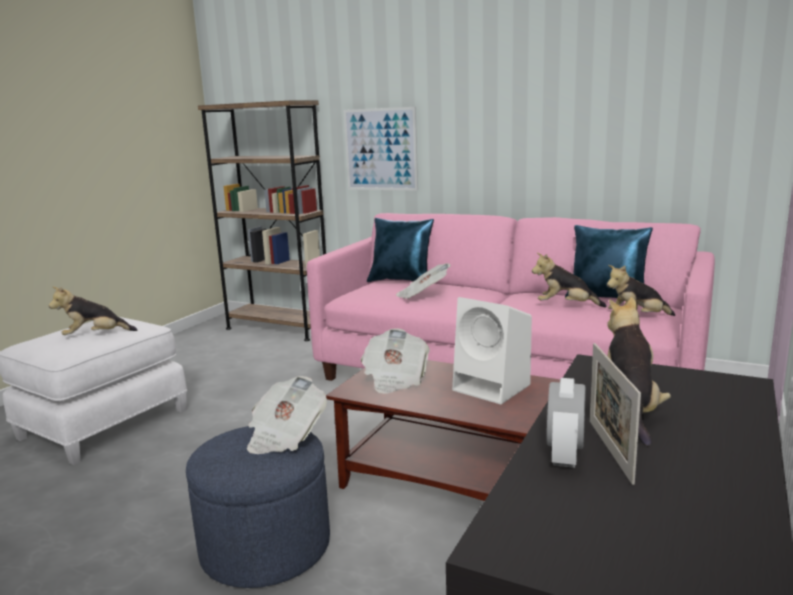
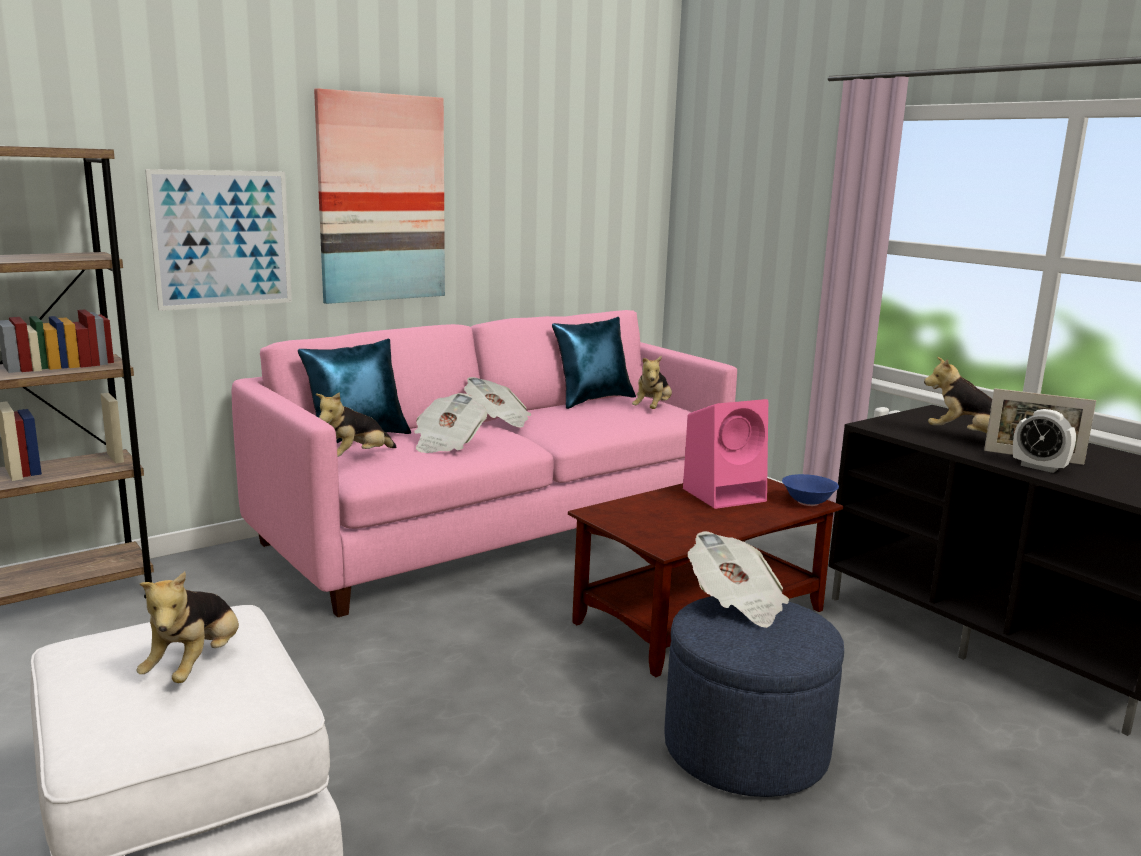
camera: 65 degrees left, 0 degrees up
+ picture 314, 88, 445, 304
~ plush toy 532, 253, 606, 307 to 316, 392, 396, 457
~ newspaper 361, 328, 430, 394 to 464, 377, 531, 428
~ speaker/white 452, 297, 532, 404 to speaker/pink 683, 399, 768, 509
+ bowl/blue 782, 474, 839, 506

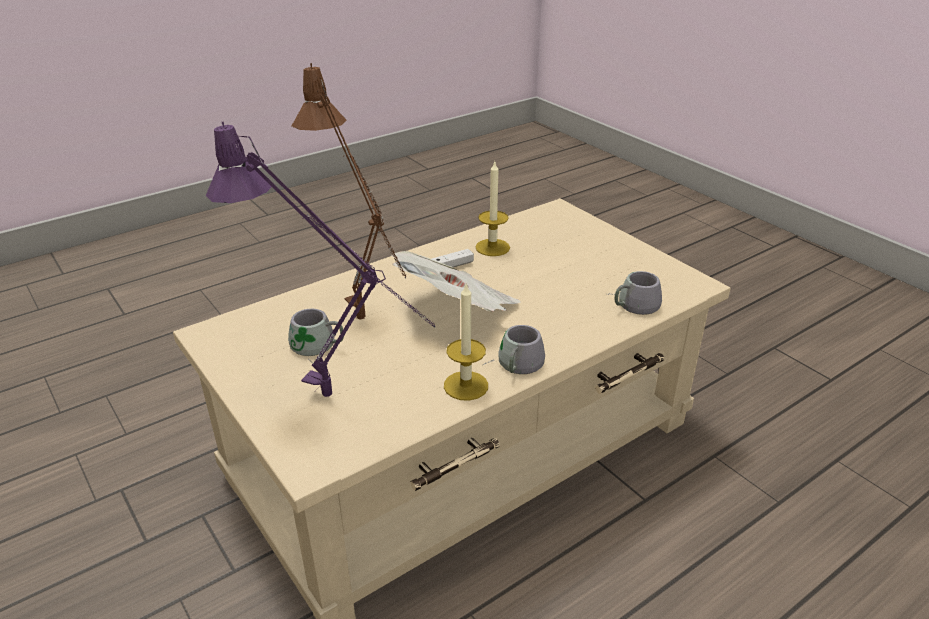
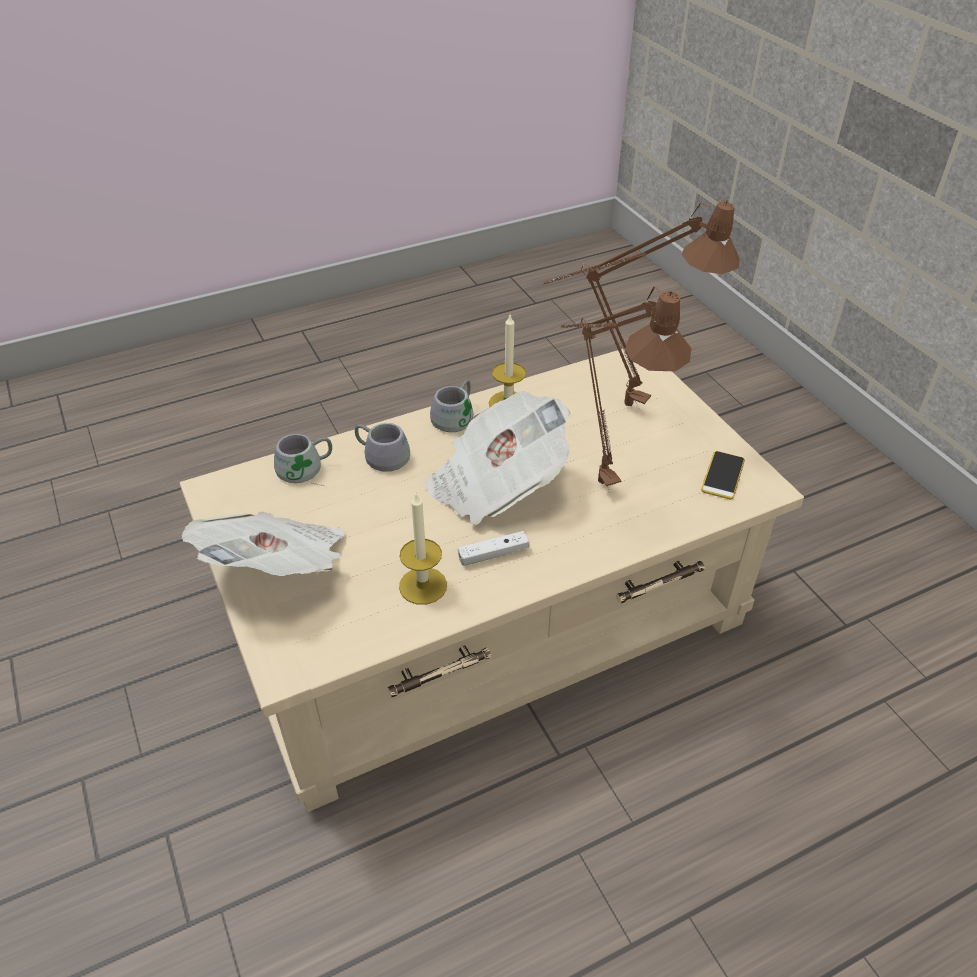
camera: 170 degrees left, 10 degrees up
+ newspaper 182, 512, 345, 576
~ mug/grey 288, 309, 344, 363 to 355, 423, 410, 472
~ table lamp/purple 206, 122, 436, 397 to table lamp/brown 543, 201, 739, 406
+ phone 701, 451, 745, 499

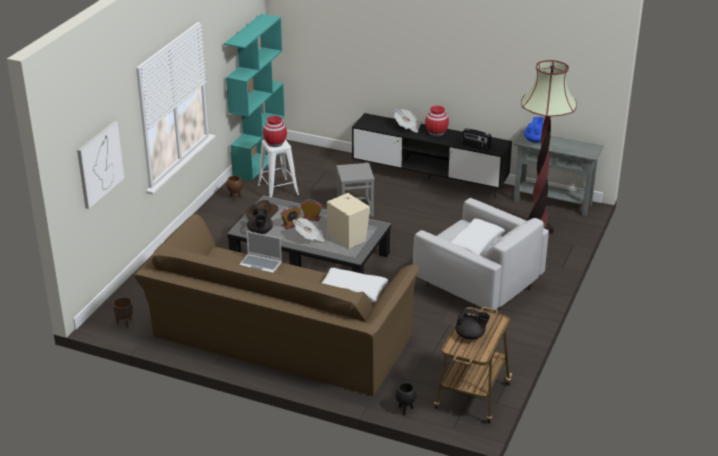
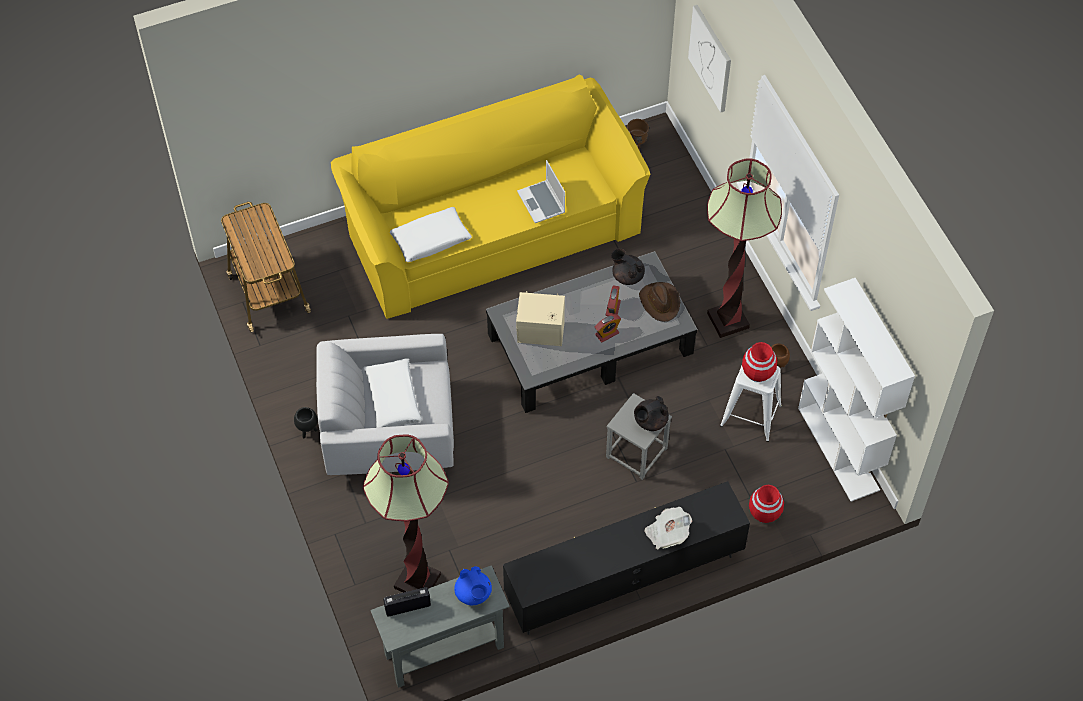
camera: 135 degrees right, 25 degrees up
~ planter/black 395, 383, 416, 415 to 294, 407, 318, 438
~ sofa/brown 134, 214, 419, 396 to sofa/yellow 331, 74, 650, 319
~ radio 462, 128, 491, 151 to 383, 587, 431, 617
~ laptop 239, 231, 282, 273 = 517, 160, 565, 223 90 degrees counterclockwise
~ teapot/black 455, 309, 490, 340 to 634, 396, 669, 431
+ floor lamp 707, 158, 782, 338
~ vase/red 425, 106, 449, 137 to 749, 485, 784, 523
~ bookcase/turquoise 224, 14, 285, 181 to bookcase/white 798, 278, 915, 502
- newspaper 293, 218, 324, 242

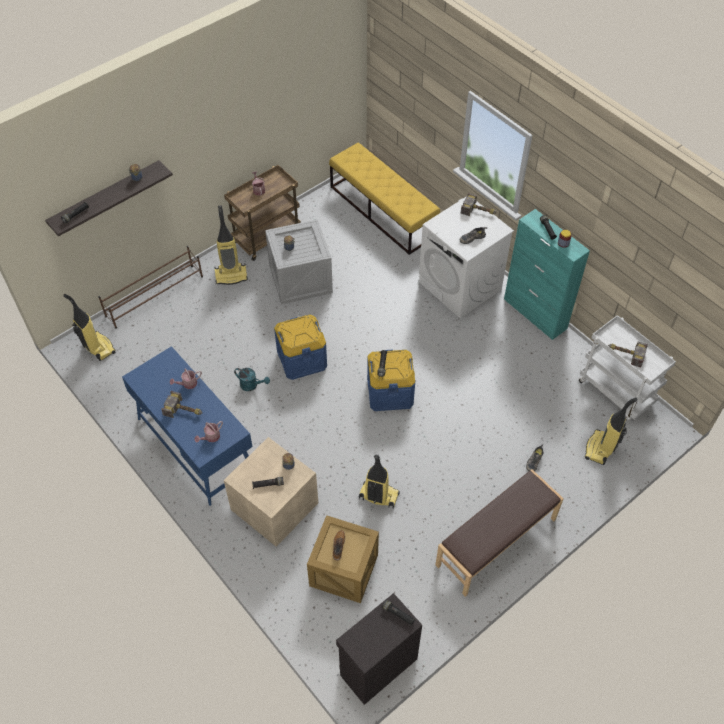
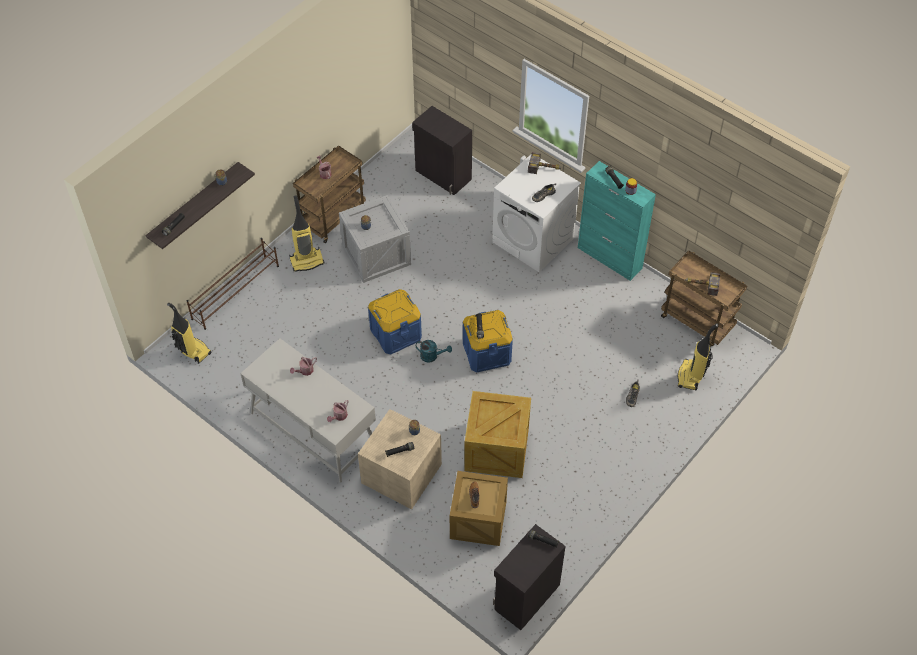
camera: 10 degrees left, 0 degrees up
~ desk/blue 122, 346, 253, 506 to desk/white 240, 338, 376, 483
~ bench/yellow 329, 143, 440, 255 to cabinet/black 412, 106, 472, 195
~ watering can/turquoise 234, 368, 270, 391 to 416, 340, 452, 363
~ vacuum cleaner 359, 455, 400, 509 to crate 464, 391, 531, 478
~ cart/white 579, 315, 676, 420 to cart/brown 661, 250, 747, 347
- hammer 161, 391, 202, 418
- bench/brown 435, 469, 564, 597

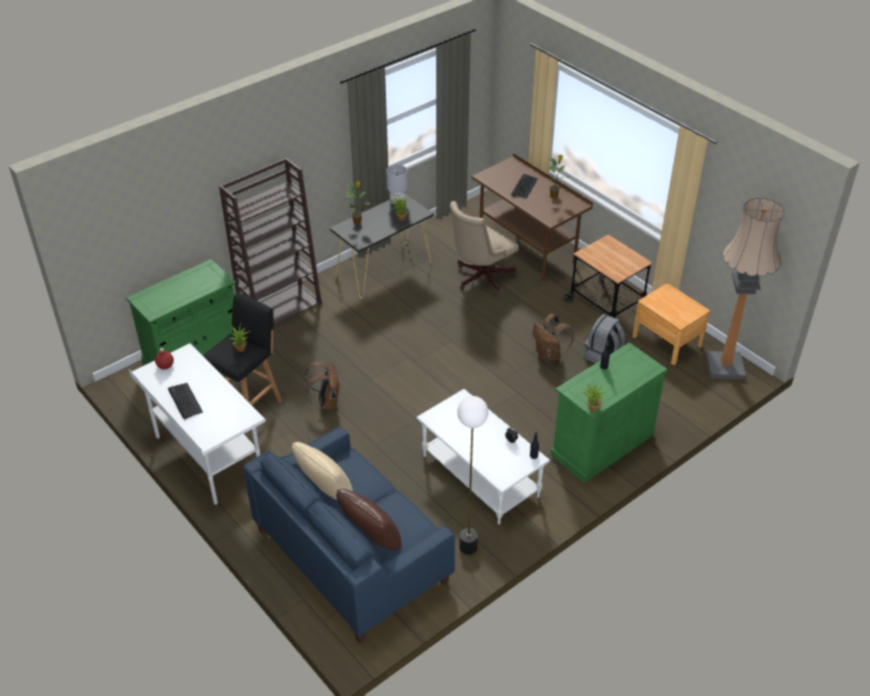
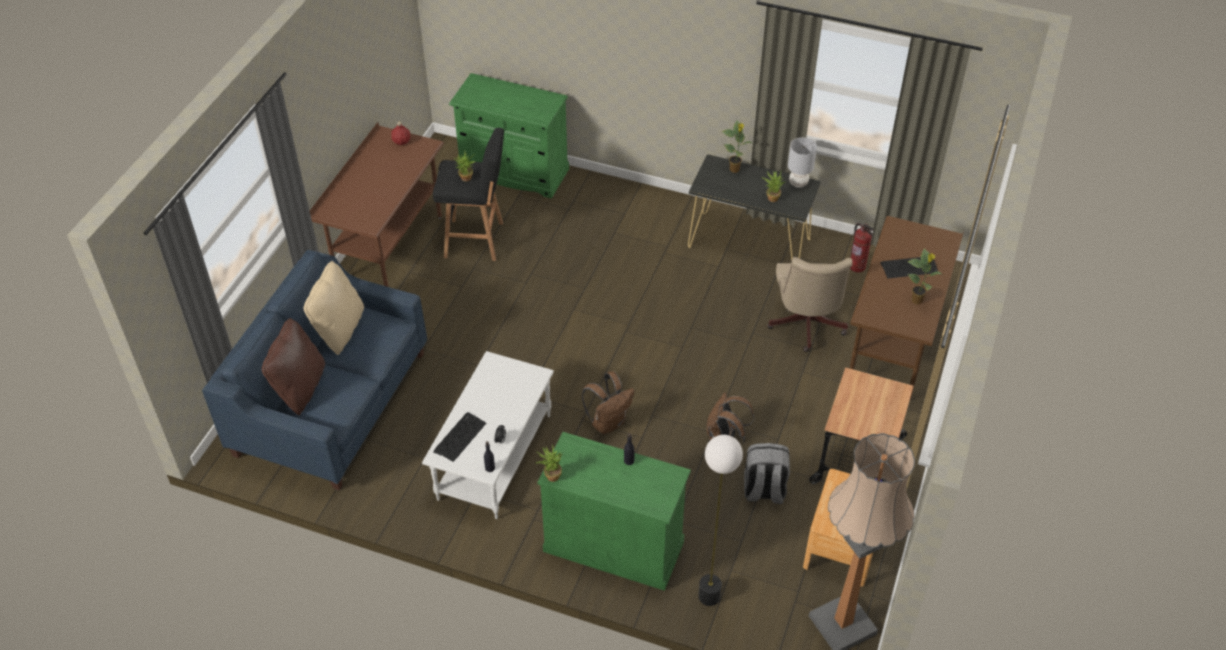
camera: 60 degrees right, 5 degrees up
~ desk/white 129, 343, 266, 506 to desk/brown 310, 122, 444, 287
~ keyboard 168, 383, 203, 420 to 433, 412, 486, 462
~ backpack/brown 304, 362, 339, 410 to 582, 371, 635, 434
~ floor lamp 457, 396, 488, 555 to 698, 435, 743, 606
~ office chair/beige 450, 201, 519, 295 = 767, 257, 853, 352 105 degrees counterclockwise
+ fire extinguisher 850, 223, 874, 272
- bookcase/brown 219, 158, 322, 326

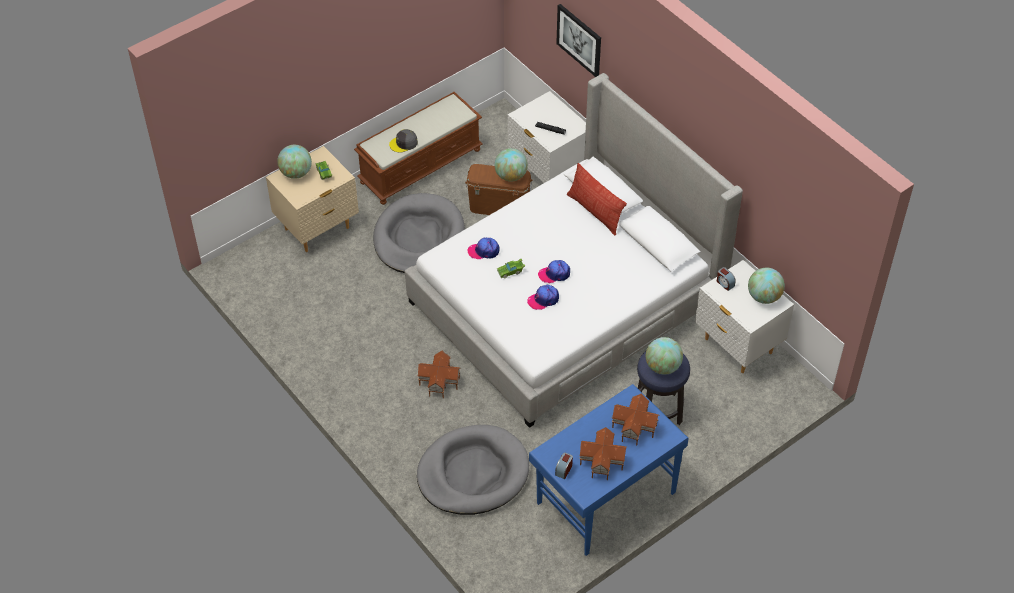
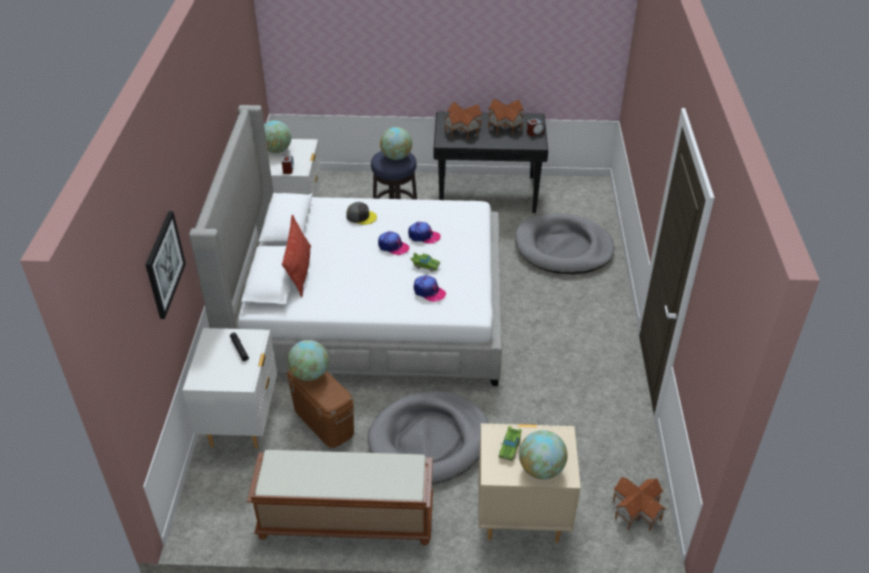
camera: 140 degrees left, 10 degrees down
~ cap/grey 389, 129, 418, 153 to 346, 202, 377, 225
~ desk/blue 529, 384, 689, 556 to desk/black 433, 112, 548, 213
~ toy house 417, 351, 461, 398 to 613, 477, 666, 531

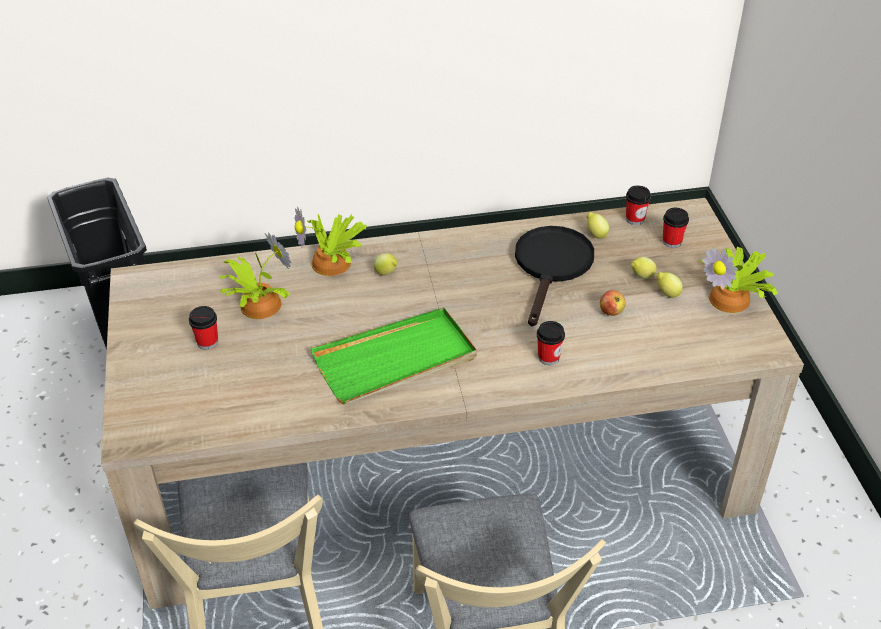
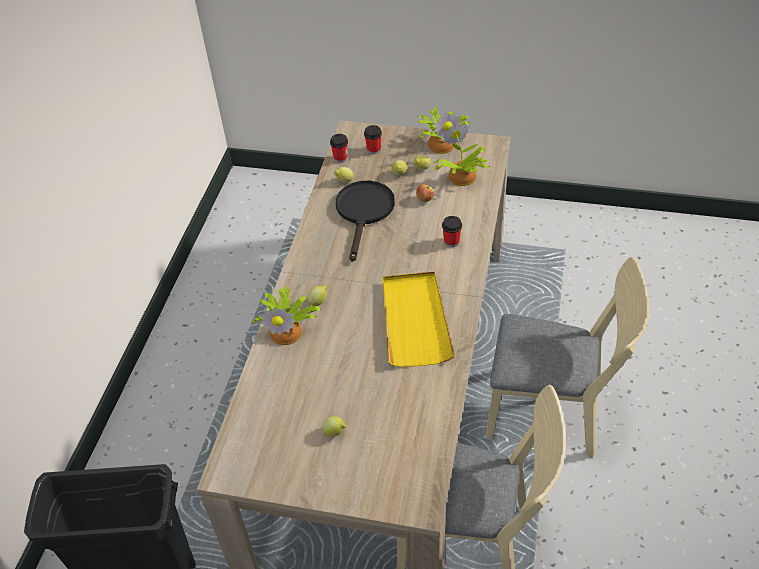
camera: 65 degrees left, 5 degrees up
~ cup 189, 306, 218, 350 to lemon 322, 416, 346, 437
~ frying pan/black 515, 226, 594, 327 = 336, 181, 395, 262 60 degrees clockwise
~ tray/green 311, 307, 477, 404 to tray/yellow 383, 272, 455, 367
~ potted plant 219, 232, 292, 319 to 434, 123, 490, 186

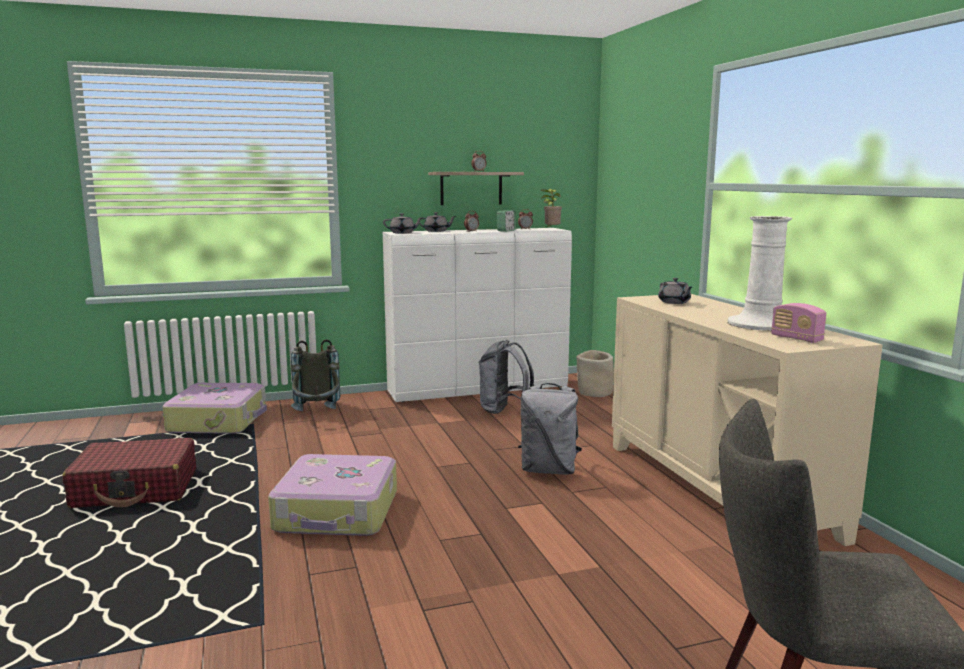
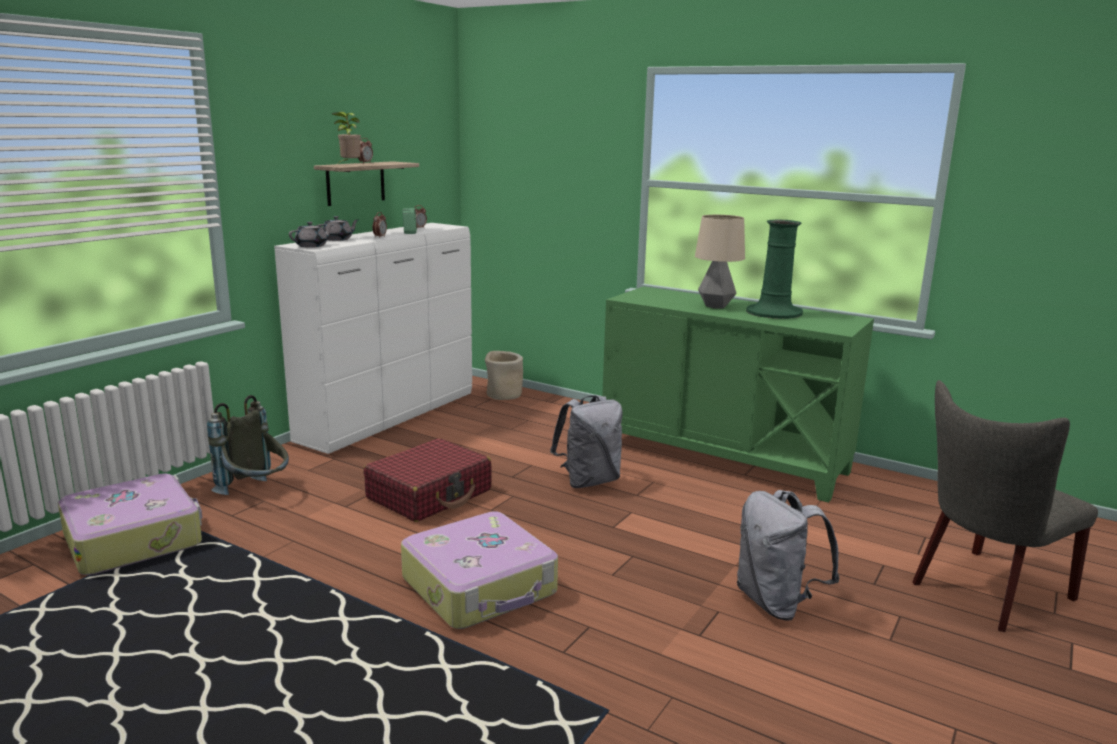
camera: 40 degrees left, 5 degrees up
~ potted plant 541, 189, 562, 229 to 332, 112, 361, 163
~ suitcase/red 62, 438, 196, 508 to 364, 438, 491, 522
~ cabinet/beige 612, 294, 882, 546 to cabinet/green 602, 286, 874, 503
+ table lamp 695, 215, 745, 308
~ backpack/grey 479, 340, 534, 414 to 737, 490, 840, 620
~ vase/white 728, 216, 792, 331 to vase/green 746, 220, 803, 319
- teapot/grey 658, 278, 692, 304
- radio 771, 303, 826, 343

